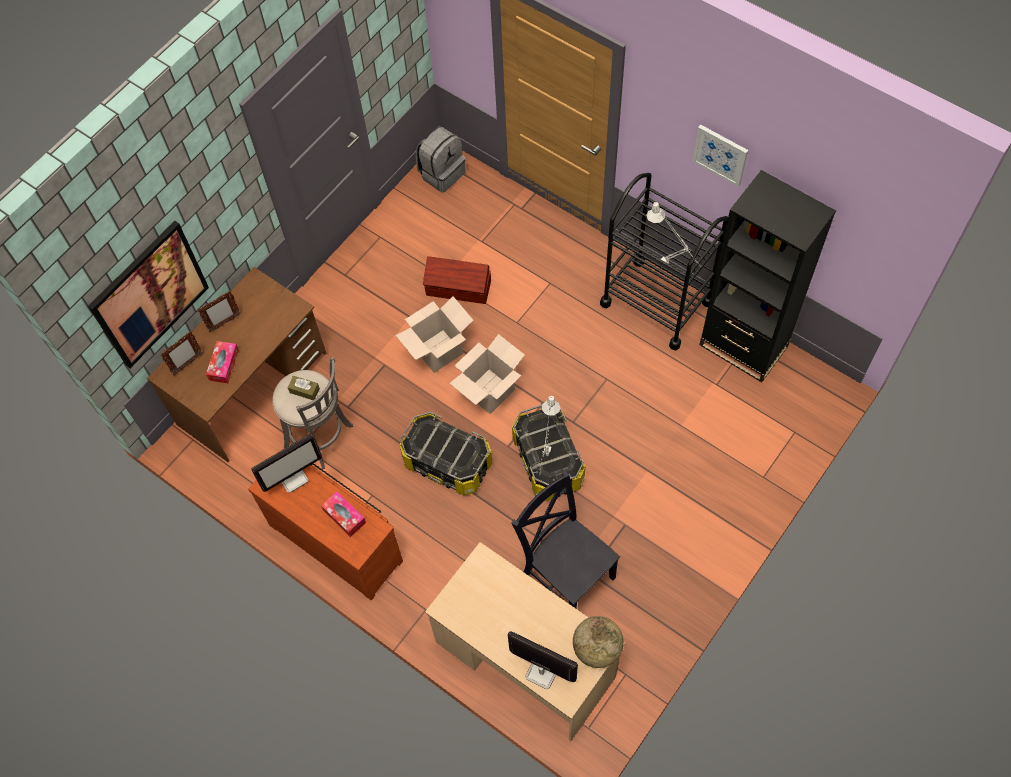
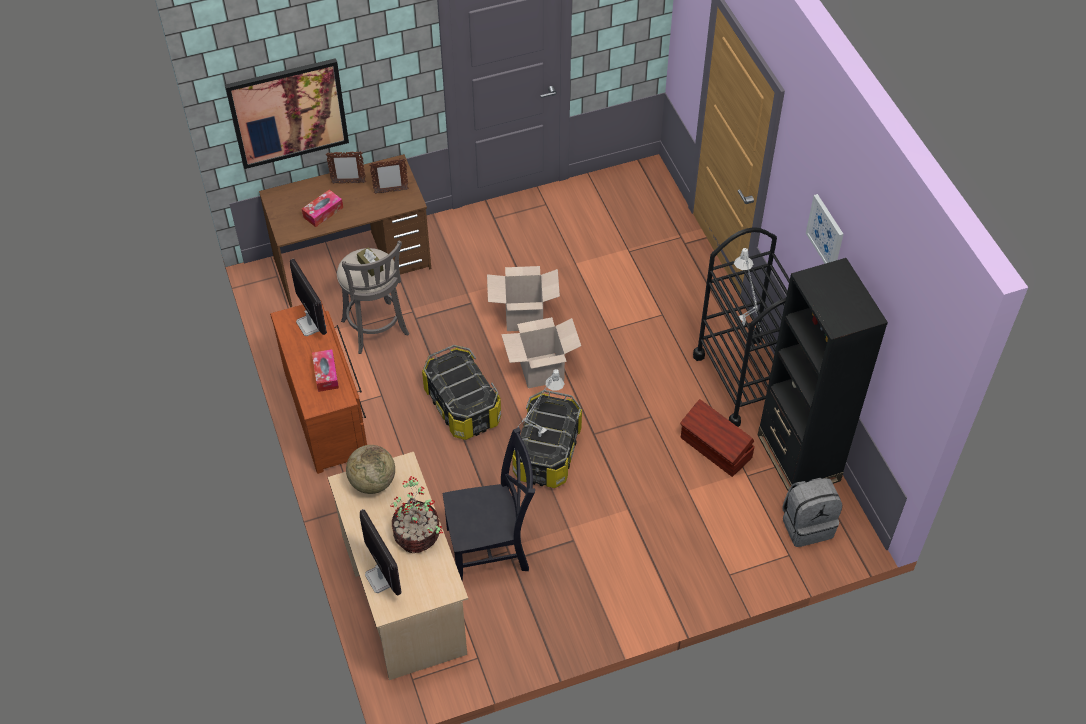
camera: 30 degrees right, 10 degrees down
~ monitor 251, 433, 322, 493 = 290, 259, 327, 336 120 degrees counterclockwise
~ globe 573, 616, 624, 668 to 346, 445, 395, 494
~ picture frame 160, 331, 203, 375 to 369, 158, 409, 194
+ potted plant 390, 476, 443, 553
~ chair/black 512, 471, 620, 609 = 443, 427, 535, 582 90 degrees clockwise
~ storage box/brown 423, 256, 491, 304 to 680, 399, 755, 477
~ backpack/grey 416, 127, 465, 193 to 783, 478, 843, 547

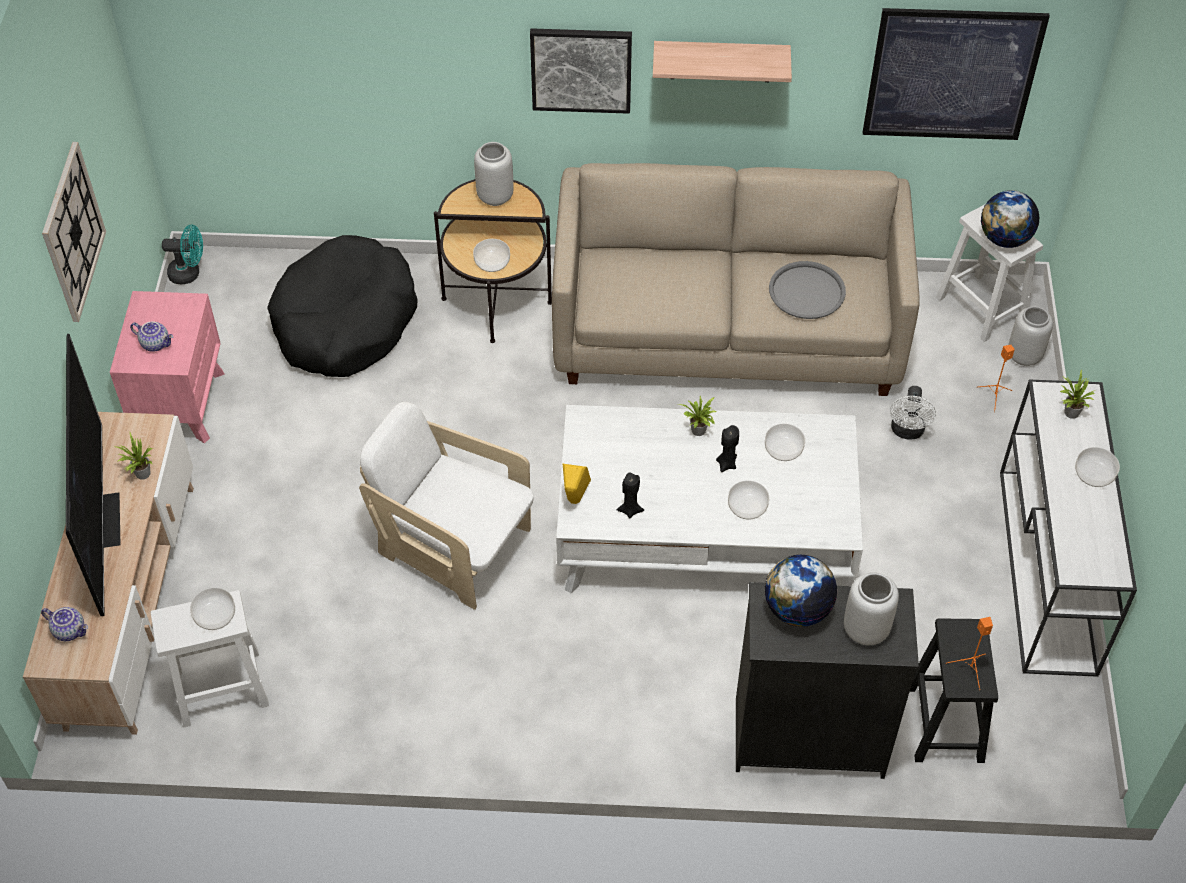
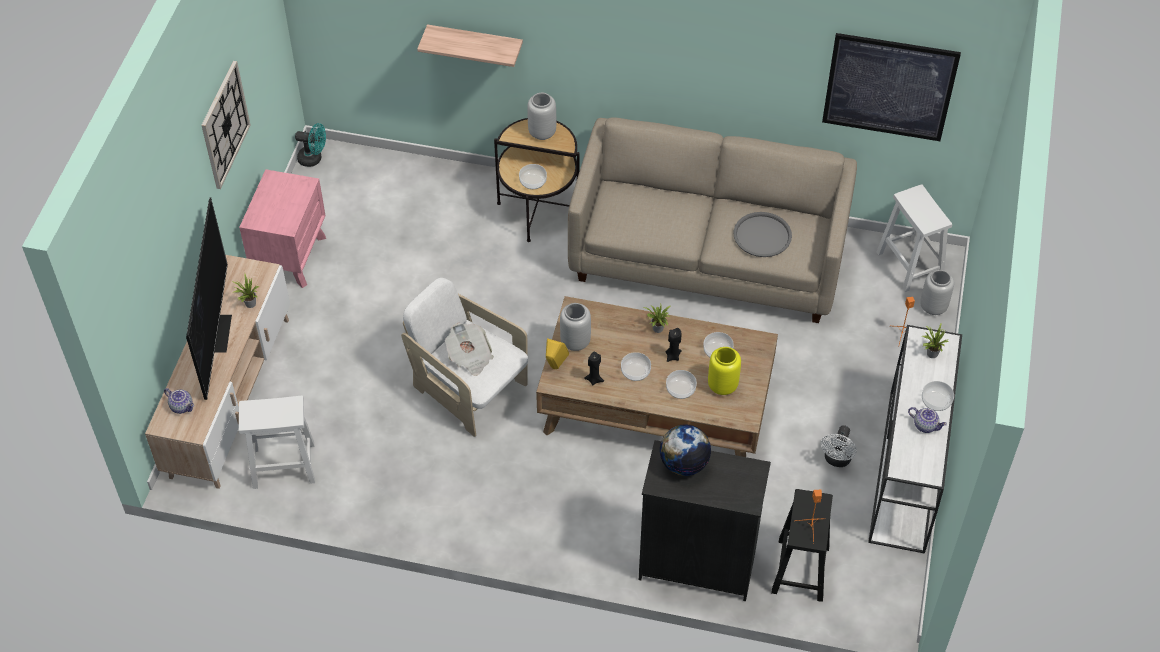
camera: 10 degrees right, 0 degrees up
~ shelf 653, 41, 792, 82 to 417, 24, 523, 67
+ newspaper 445, 322, 494, 376
~ coffee table/white 556, 405, 863, 593 to coffee table/brown 536, 296, 778, 457
~ vase/grey 844, 572, 899, 645 to 560, 303, 591, 351
~ bowl 190, 588, 235, 630 to 621, 352, 651, 381
+ vase/yellow 708, 347, 741, 395
~ fan/white 890, 386, 936, 440 to 821, 425, 857, 467
~ teapot 130, 322, 173, 352 to 908, 407, 947, 433
- dog bed/black 267, 235, 417, 377
- picture 530, 28, 632, 114
- globe 981, 190, 1039, 248

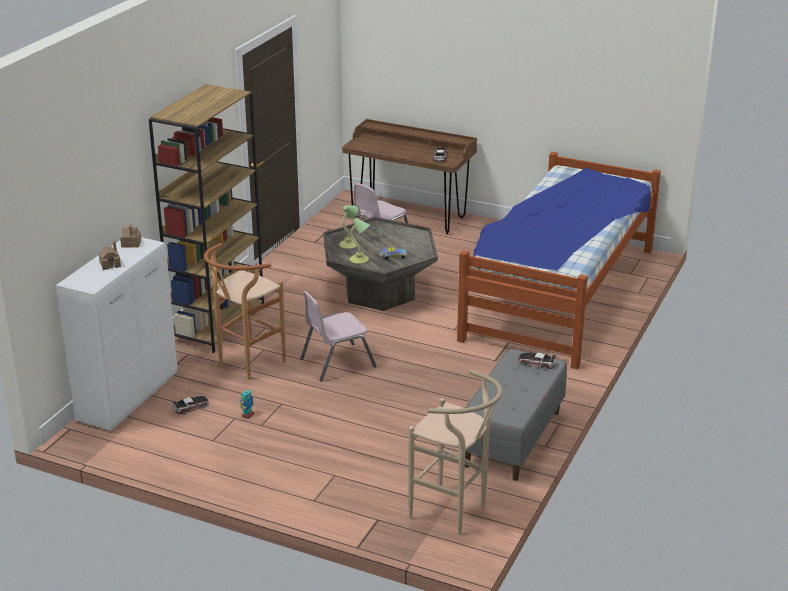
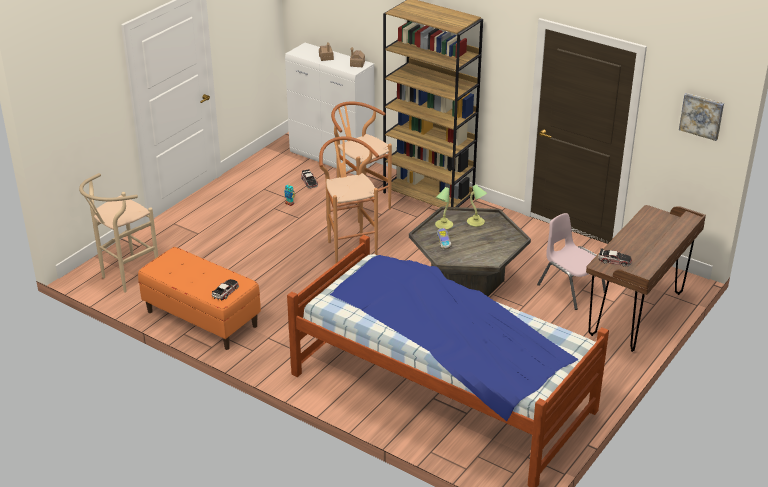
camera: 100 degrees right, 5 degrees up
~ bench/grey 465, 348, 567, 481 to bench/orange 138, 247, 261, 350
~ chair/pink 300, 291, 376, 382 to stool/brown 319, 136, 379, 263
+ picture 679, 93, 724, 141

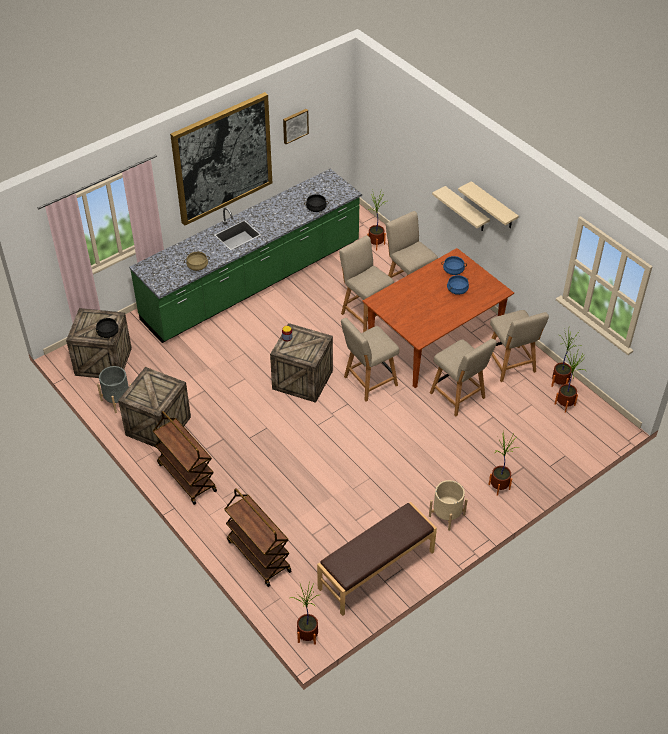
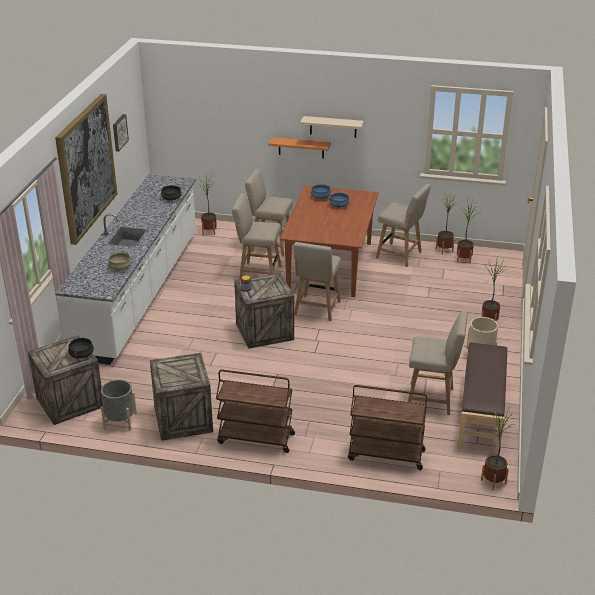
camera: 40 degrees left, 15 degrees down
~ counter/green 129, 169, 362, 343 to counter/white 55, 174, 196, 365
~ shelf/beige 432, 186, 490, 231 to shelf/orange 269, 137, 331, 159
~ chair/beige 430, 339, 497, 416 to 408, 311, 468, 415

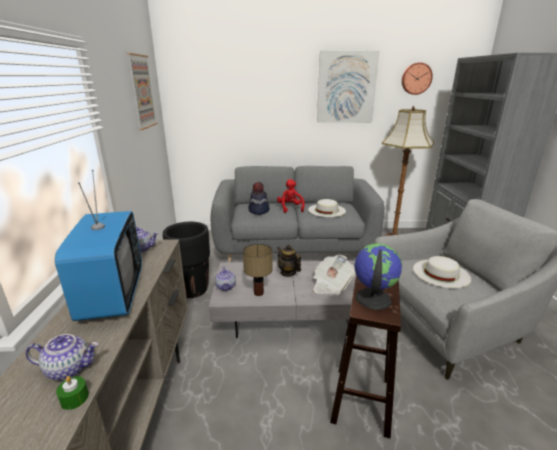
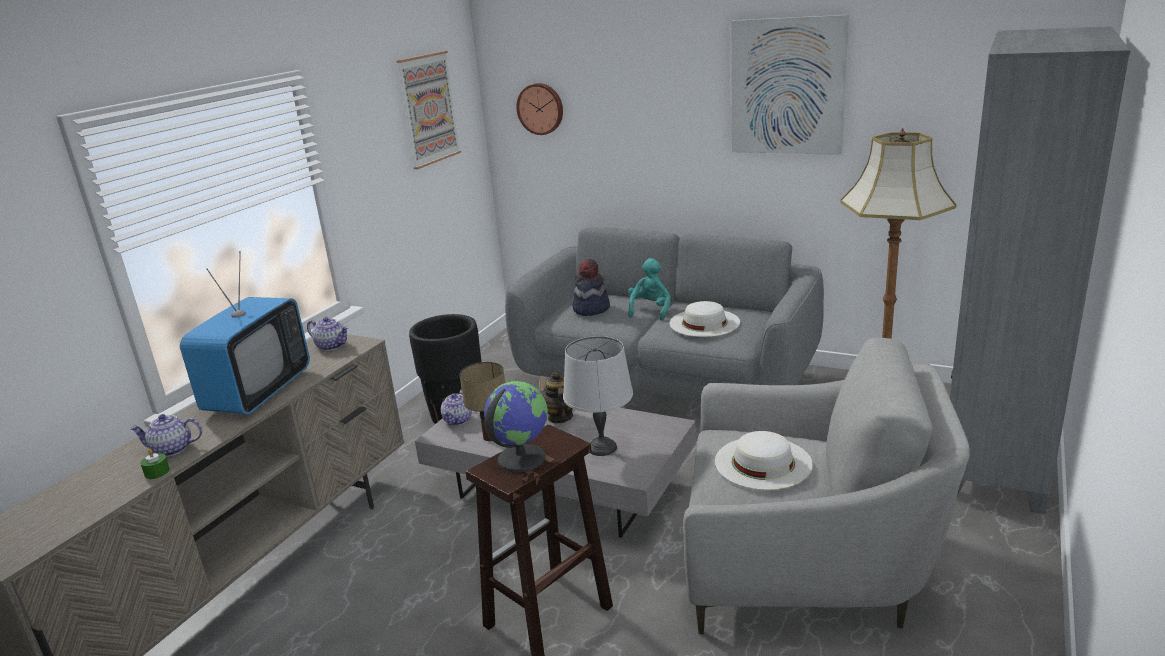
camera: 30 degrees right, 0 degrees up
~ teapot 25, 334, 98, 380 = 130, 414, 202, 457 150 degrees clockwise
~ wall clock 402, 62, 433, 95 to 516, 83, 563, 135
~ newspaper 313, 255, 355, 295 to table lamp/grey 563, 336, 633, 456
~ plush toy/red 277, 179, 305, 213 to plush toy/turquoise 628, 258, 671, 320

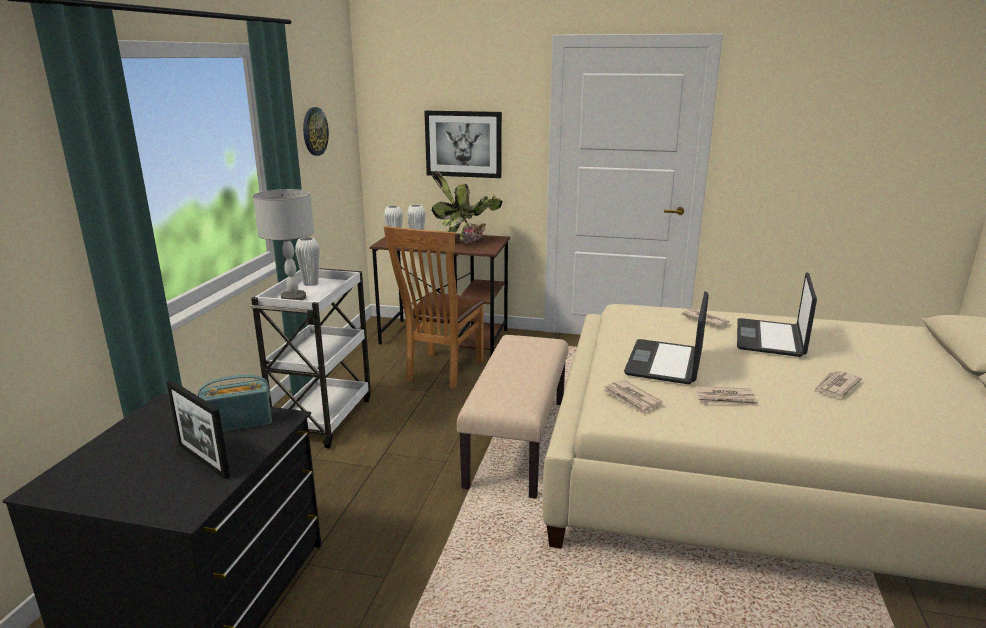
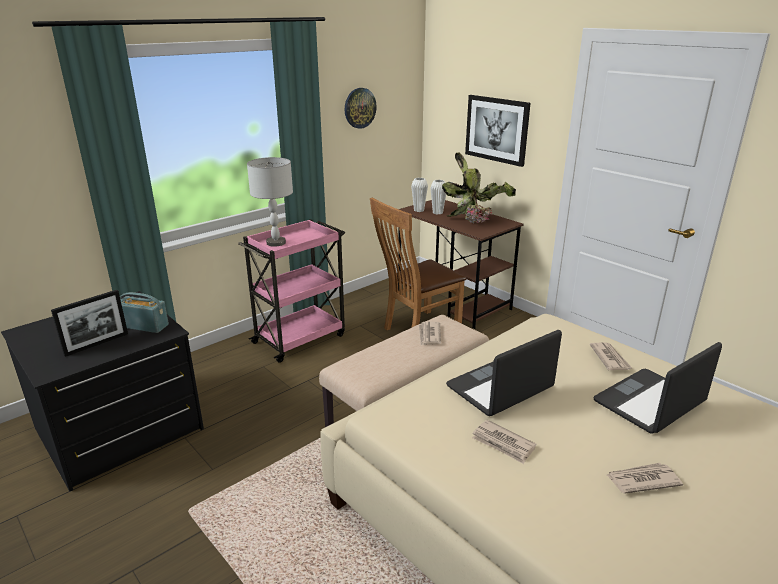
camera: 35 degrees right, 5 degrees up
~ picture frame 167, 380, 230, 479 = 51, 290, 128, 357 120 degrees counterclockwise
~ cart/white 250, 268, 371, 448 to cart/pink 238, 219, 345, 363
~ newspaper 603, 380, 663, 414 to 418, 322, 441, 346
- vase/white 295, 237, 320, 286

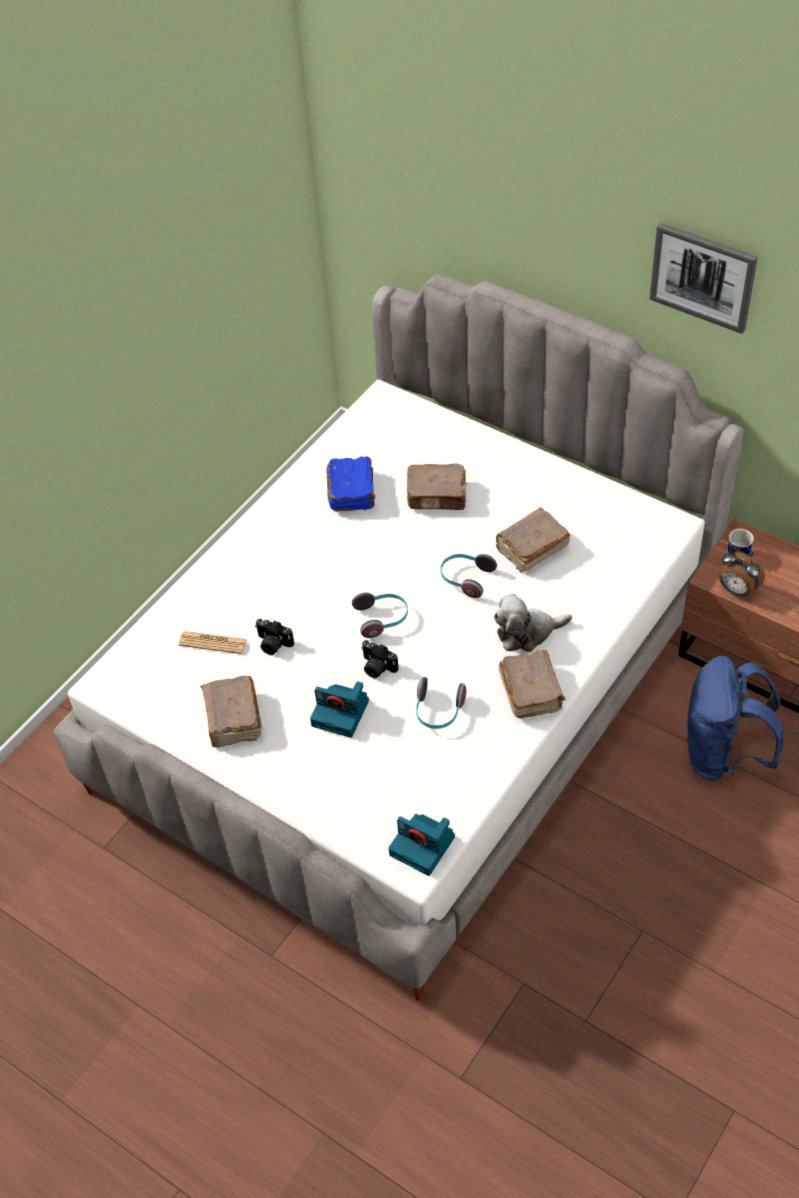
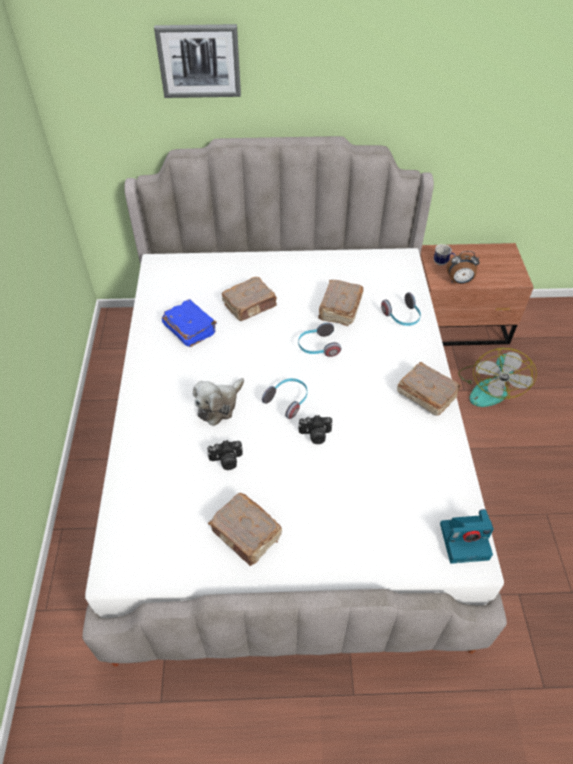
camera: 40 degrees left, 0 degrees up
~ picture 650, 223, 758, 334 to 154, 24, 241, 98
~ plush toy 493, 594, 572, 652 to 193, 378, 244, 426
~ headphones 416, 677, 466, 729 to 381, 292, 421, 326
~ backpack/blue 686, 656, 784, 782 to fan 458, 348, 537, 407
- newspaper 178, 631, 247, 654
- photo camera 310, 681, 369, 738

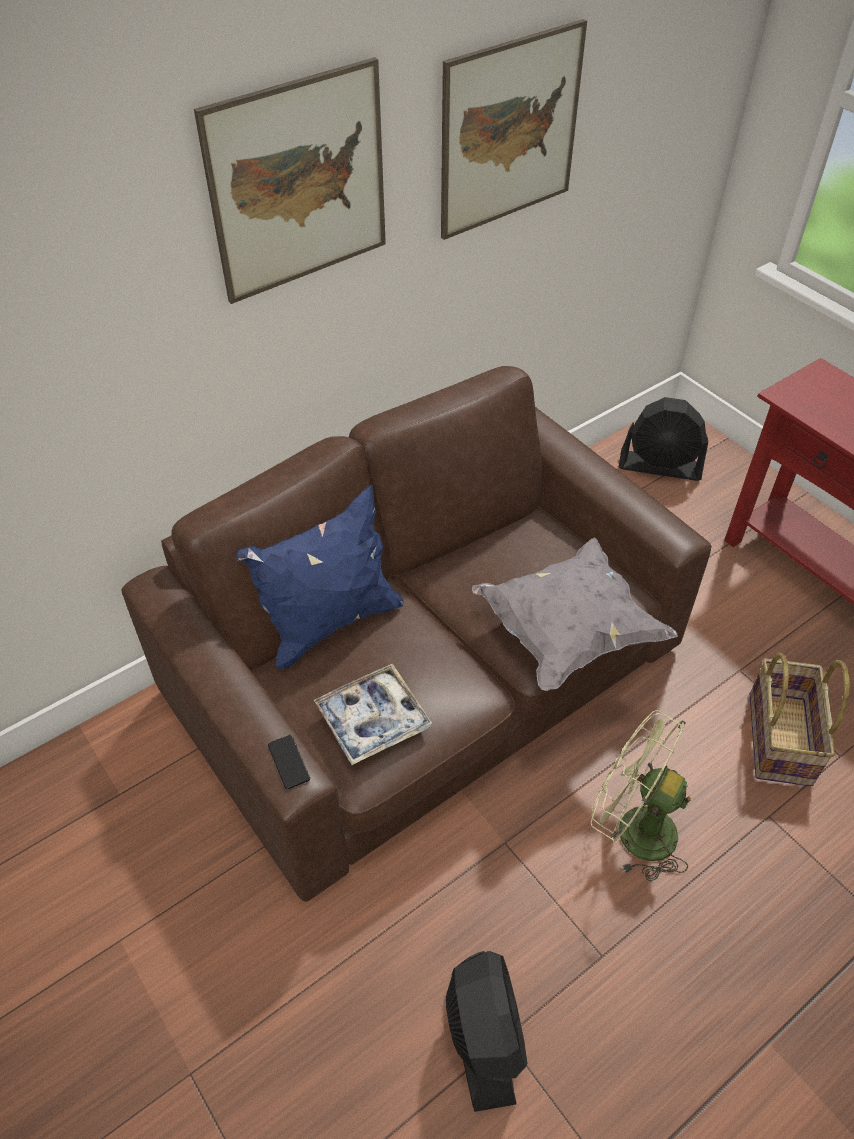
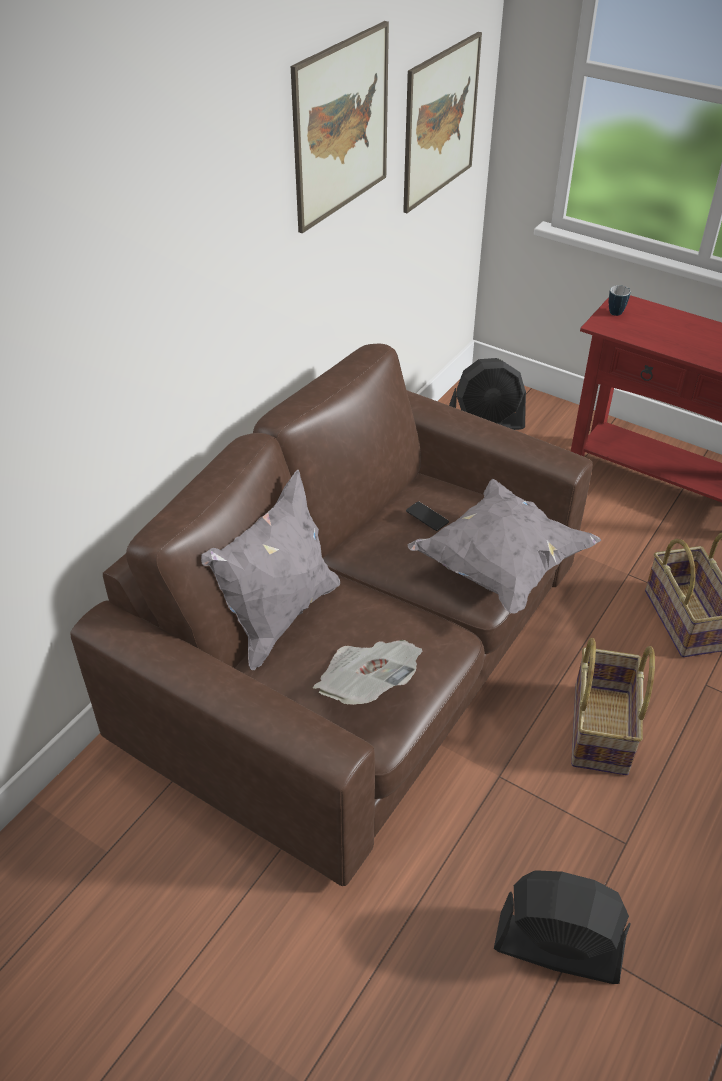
camera: 20 degrees left, 5 degrees down
~ pillow/blue 236, 485, 403, 670 to pillow/grey 201, 470, 340, 670
~ tray 314, 663, 432, 765 to newspaper 313, 640, 422, 705
~ picture 194, 57, 386, 304 to 403, 32, 482, 213
~ phone 268, 735, 310, 789 to 406, 501, 449, 531
~ fan/black 446, 951, 527, 1112 = 494, 870, 631, 984 45 degrees counterclockwise
~ fan/green 591, 710, 691, 882 to basket 571, 638, 655, 775
+ mug 609, 285, 631, 316

